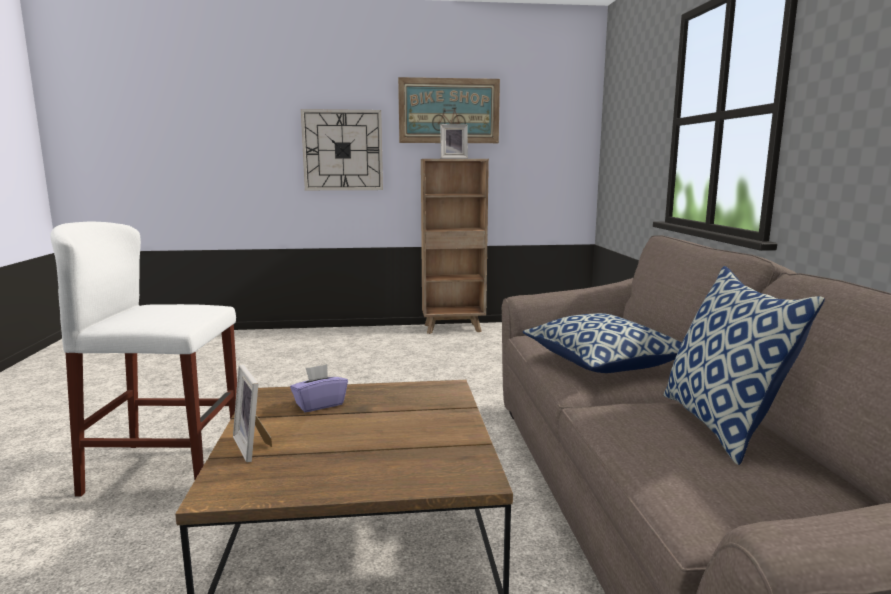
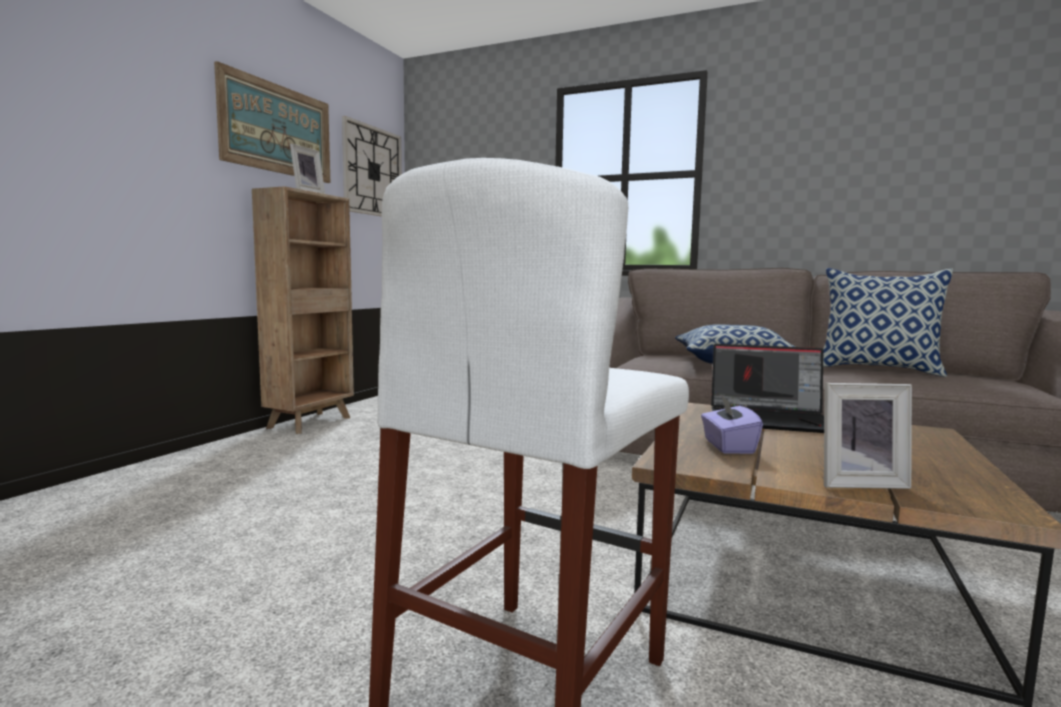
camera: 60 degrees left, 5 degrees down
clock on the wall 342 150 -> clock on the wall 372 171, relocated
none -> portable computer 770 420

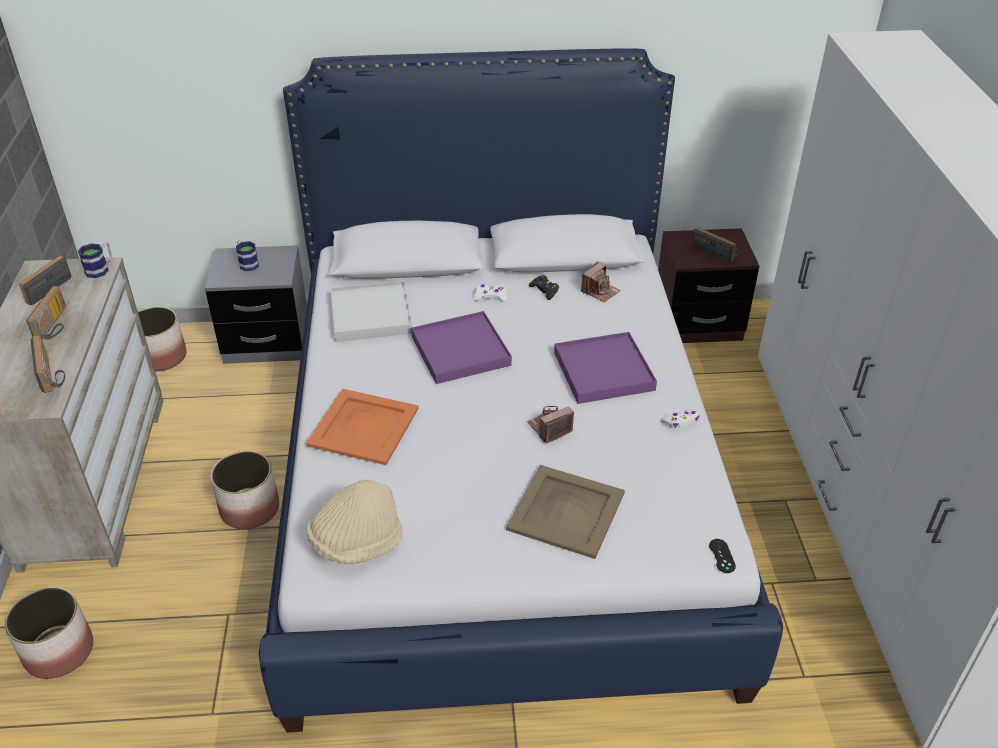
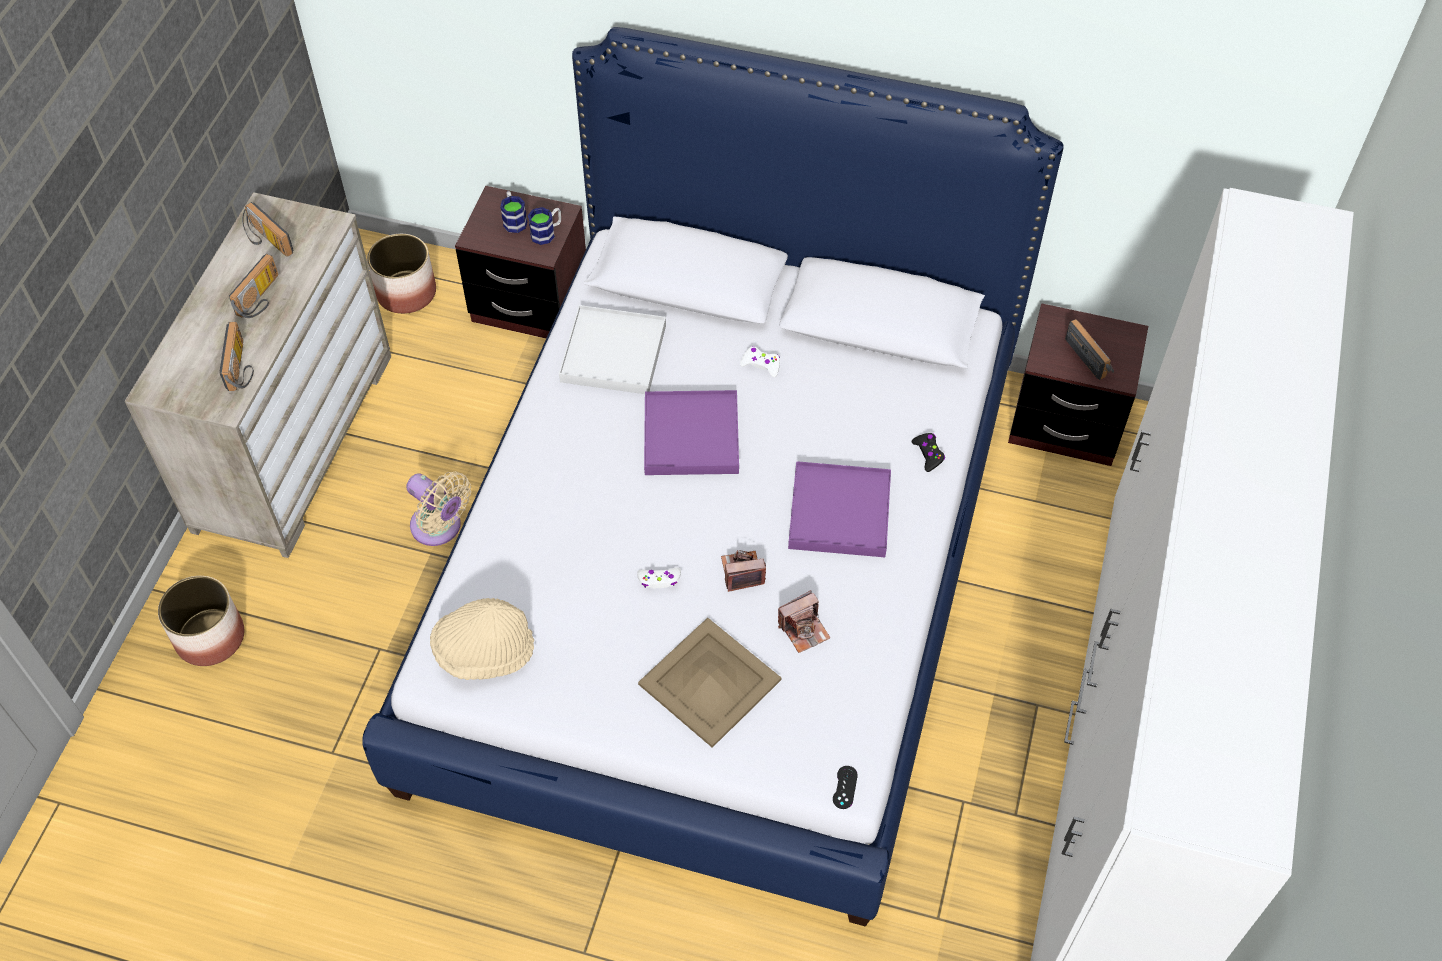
camera: 20 degrees right, 15 degrees up
radio set 46 287 -> radio set 266 241, 90 degrees counterclockwise
coffee mug 100 269 -> coffee mug 547 233, relocated
grey night table 267 342 -> brown-coloured night table 530 304
planter 249 508 -> beige cooling fan 440 528
orangey carrying tray 363 426 -> none
black-coloured game controller 544 290 -> black-coloured game controller 928 454, relocated
still camera 600 291 -> still camera 804 629, relocated
white-coloured game controller 681 421 -> white-coloured game controller 659 580, relocated

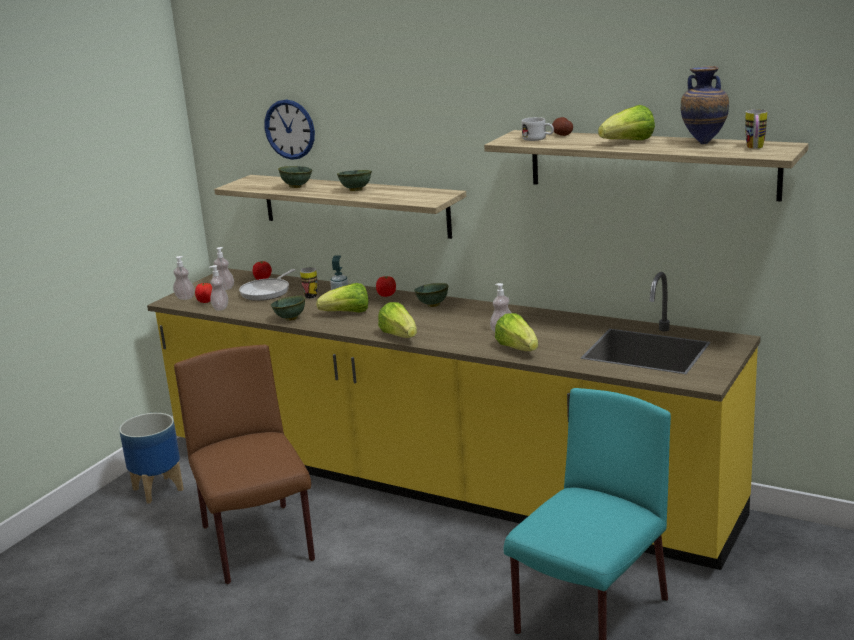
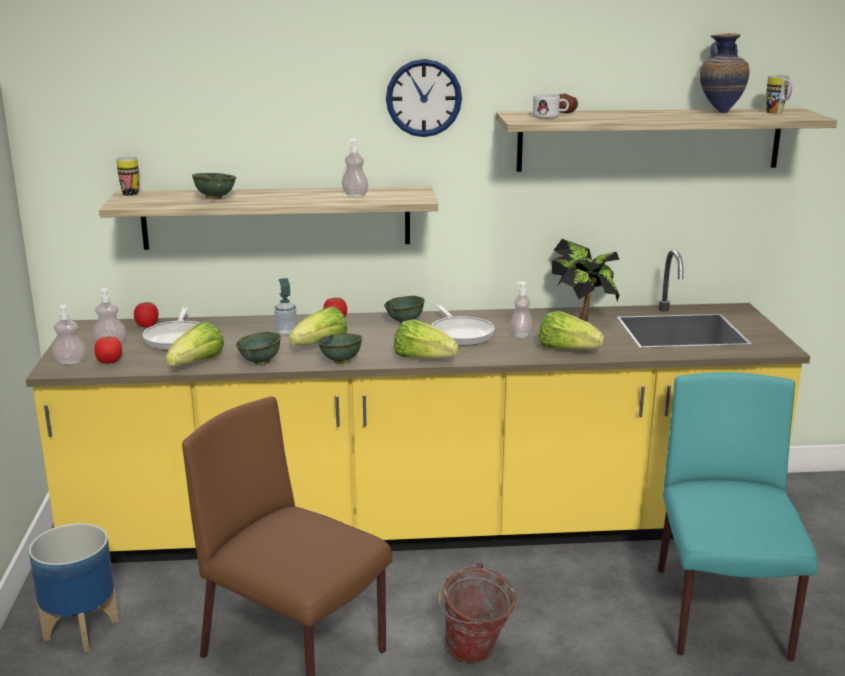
camera: 35 degrees left, 0 degrees up
liquid soap bottle 220 308 -> liquid soap bottle 355 195, relocated
clock on the wall 290 129 -> clock on the wall 423 98, relocated
coffee mug 312 295 -> coffee mug 130 193, relocated
green-coloured bowl 355 190 -> green-coloured bowl 340 362, relocated
lettuce 628 142 -> lettuce 197 363, relocated
none -> frying pan 460 334
none -> pail 474 655
none -> houseplant 584 316

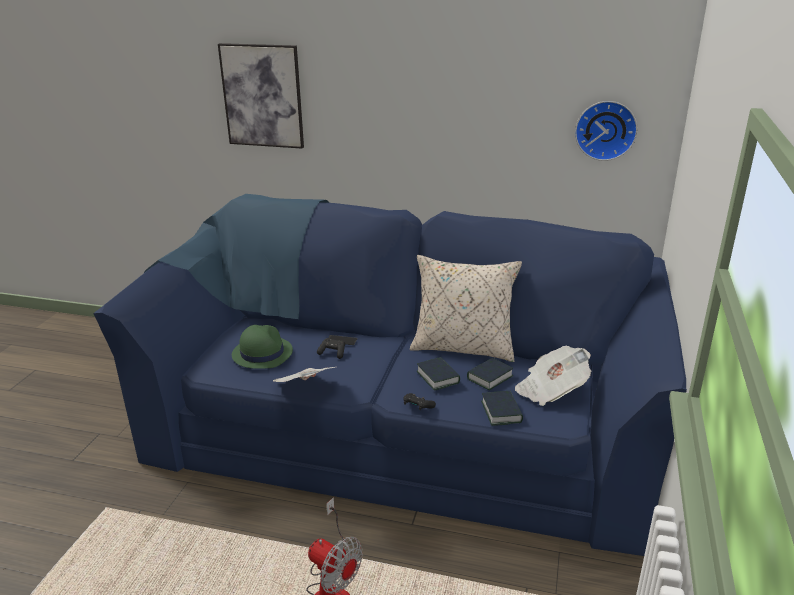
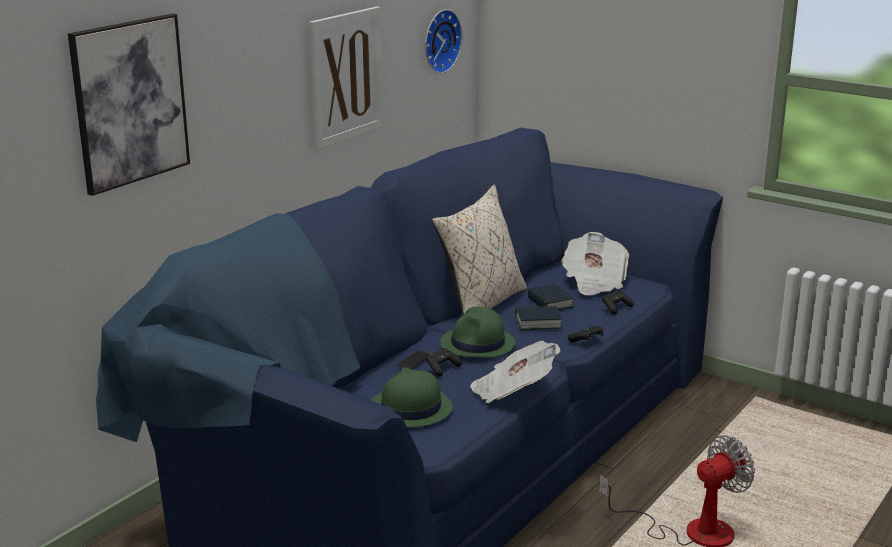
camera: 70 degrees left, 5 degrees down
bound book 501 412 -> black-coloured game controller 616 308
none -> wall art 346 76
none -> green-coloured clothing hat 478 344

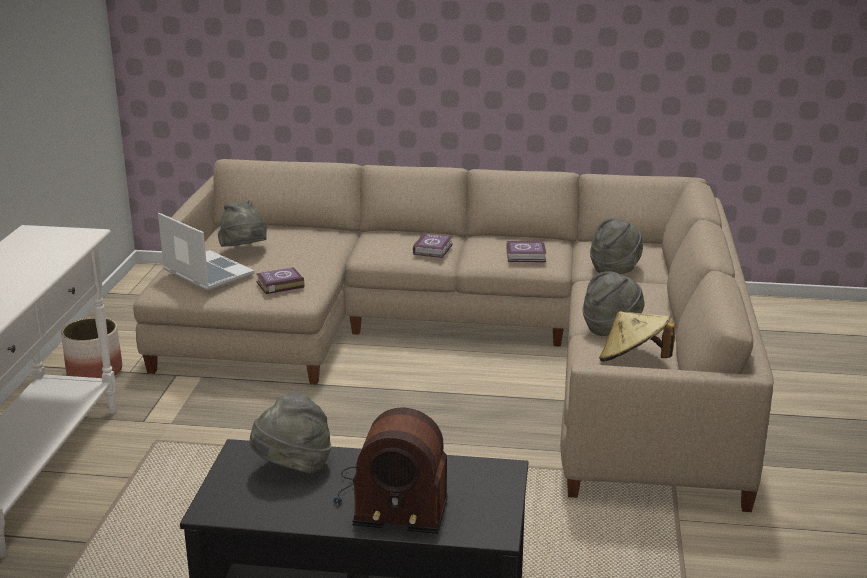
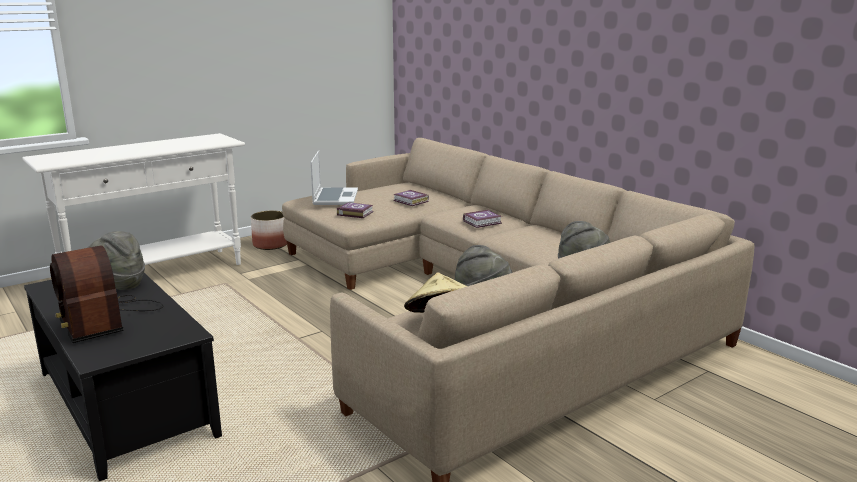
camera: 45 degrees right, 5 degrees down
grey clothing hat 245 251 -> none
bound book 527 256 -> bound book 411 201, relocated

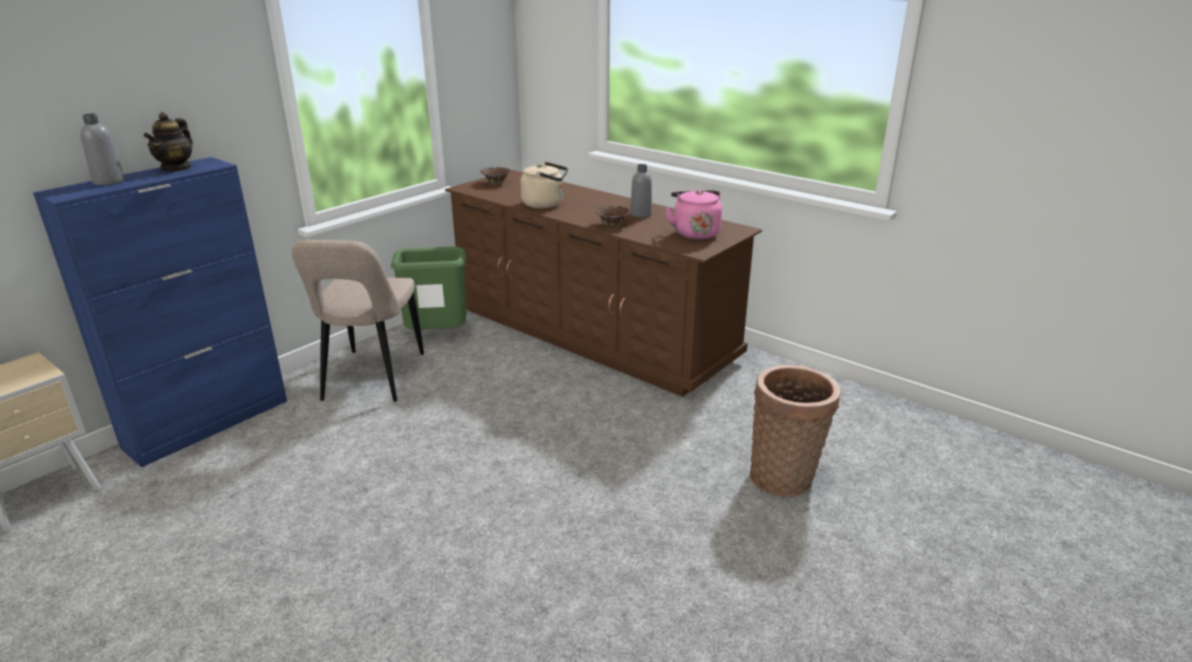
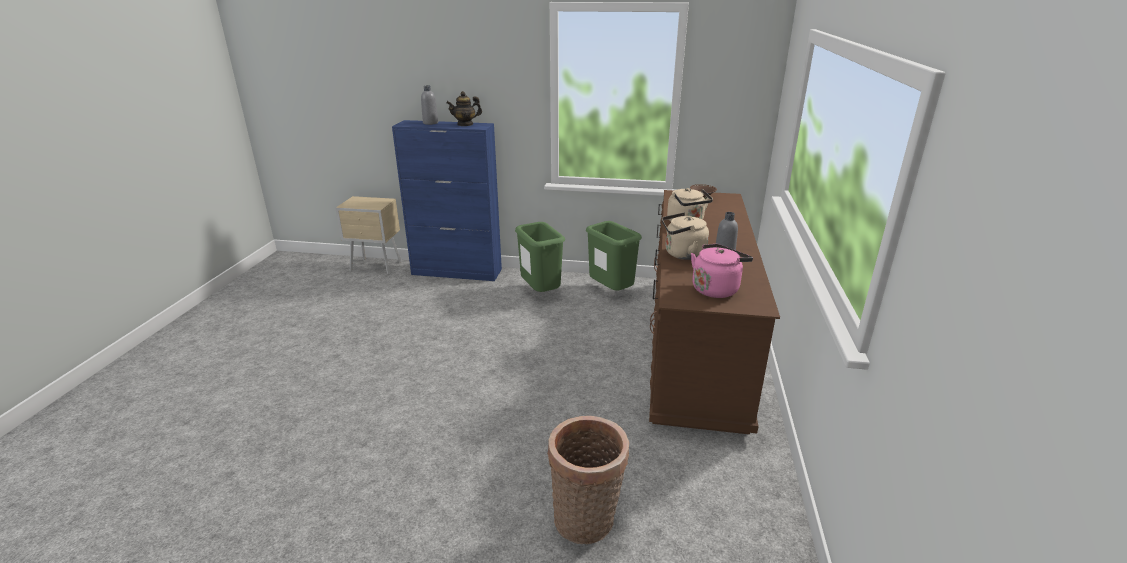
camera: 60 degrees right, 0 degrees up
beige chair 372 379 -> green-coloured waste bin 540 293
brown-coloured bowl 612 224 -> beige water kettle 682 254

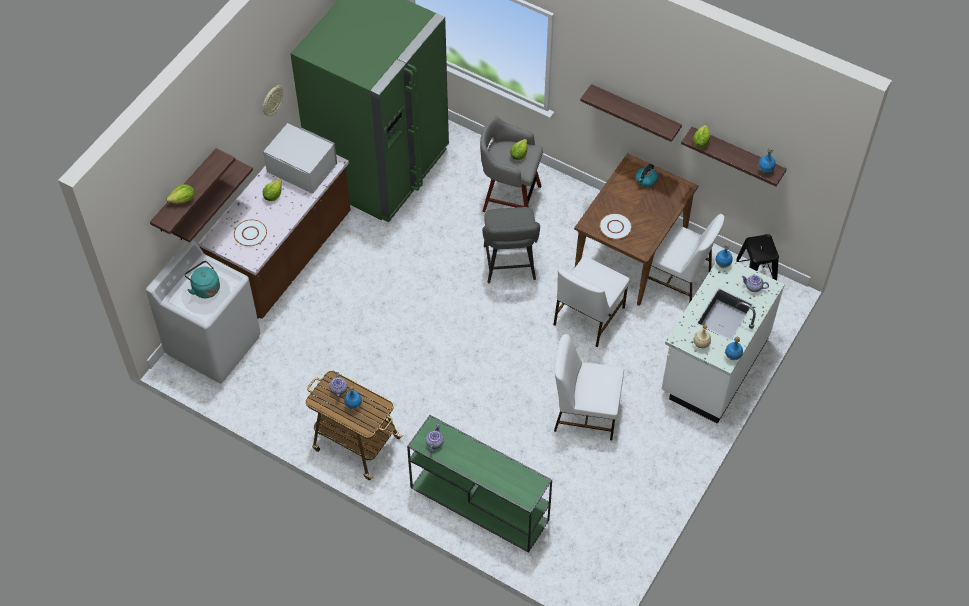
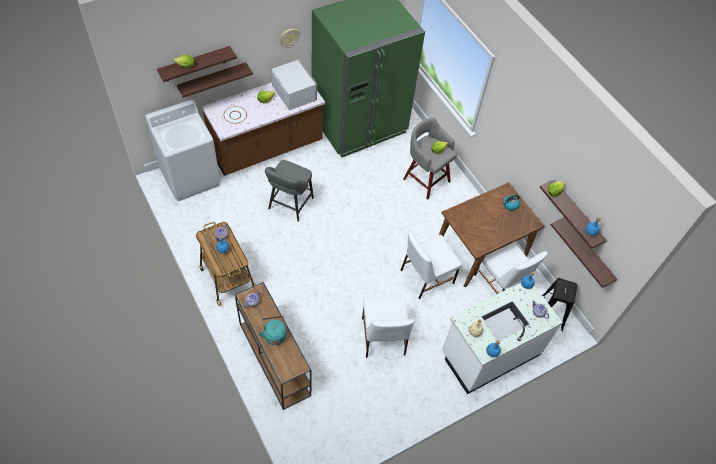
camera: 25 degrees right, 0 degrees up
turquoise-coloured water kettle 205 288 -> turquoise-coloured water kettle 274 334, relocated
green-coloured console table 478 503 -> brown-coloured console table 274 358
grey stool seat 510 266 -> grey stool seat 289 205, relocated
white-coloured chair 585 412 -> white-coloured chair 383 337, 135 degrees counterclockwise
bracket shelf 635 112 -> bracket shelf 587 252, relocated
white-coloured flat dish 615 227 -> none

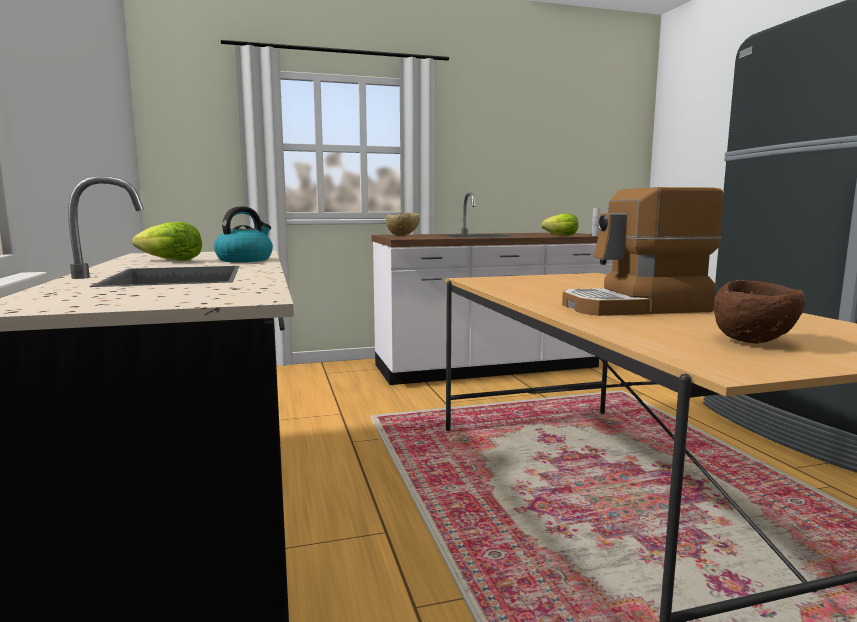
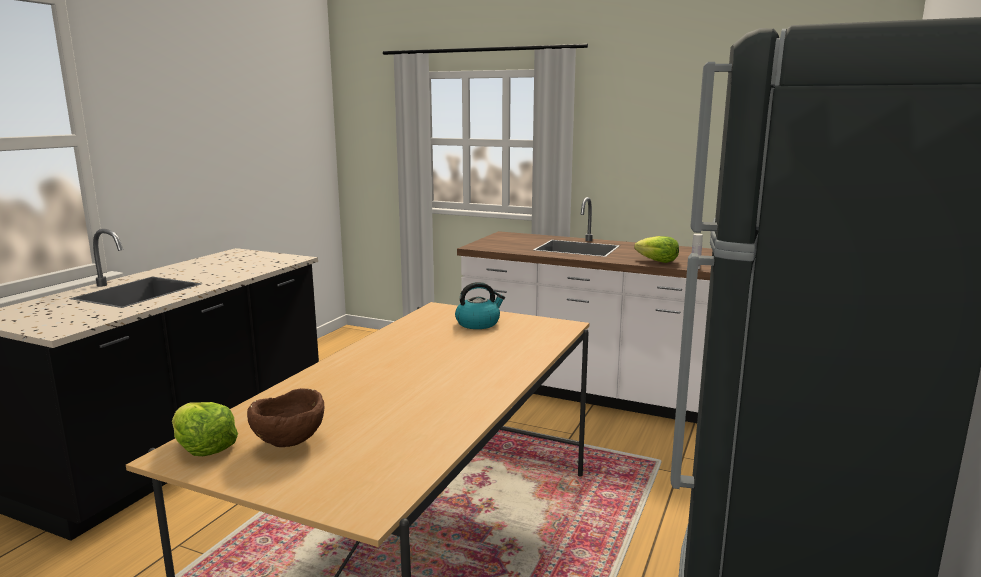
camera: 40 degrees right, 5 degrees up
lettuce 171 260 -> lettuce 203 448, relocated
water kettle 245 260 -> water kettle 478 323, relocated
beige bowl 403 235 -> none
coffee machine 635 307 -> none

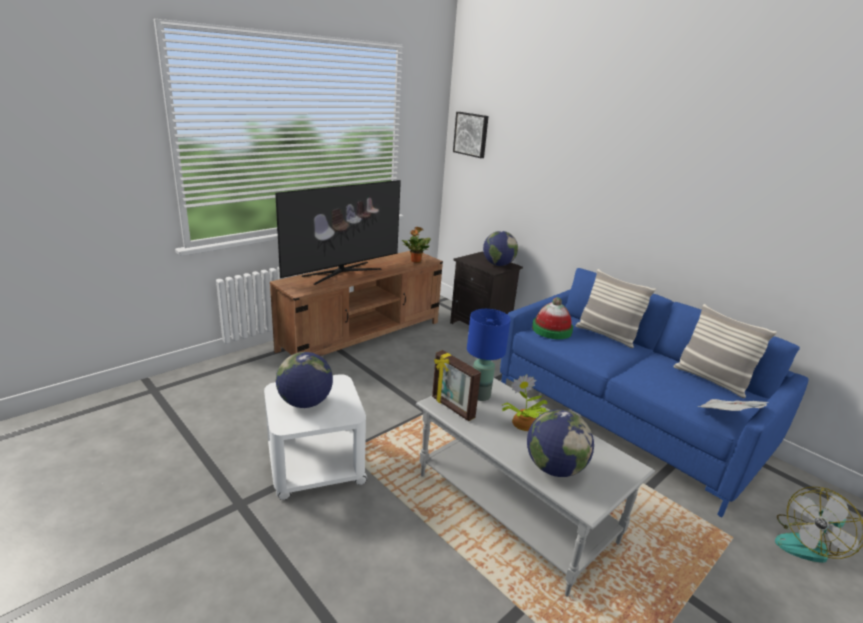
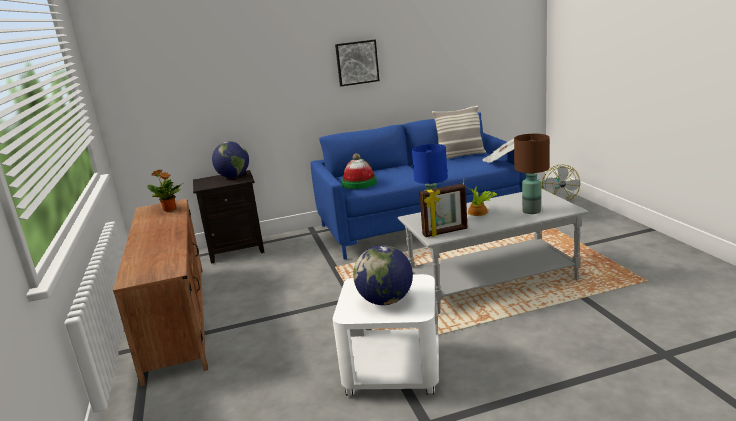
camera: 60 degrees left, 5 degrees down
TV 342 272 -> none
wall art 471 134 -> wall art 357 62, relocated
desk globe 554 468 -> brown-coloured tabletop lamp 532 211
throw pillow 606 335 -> none

